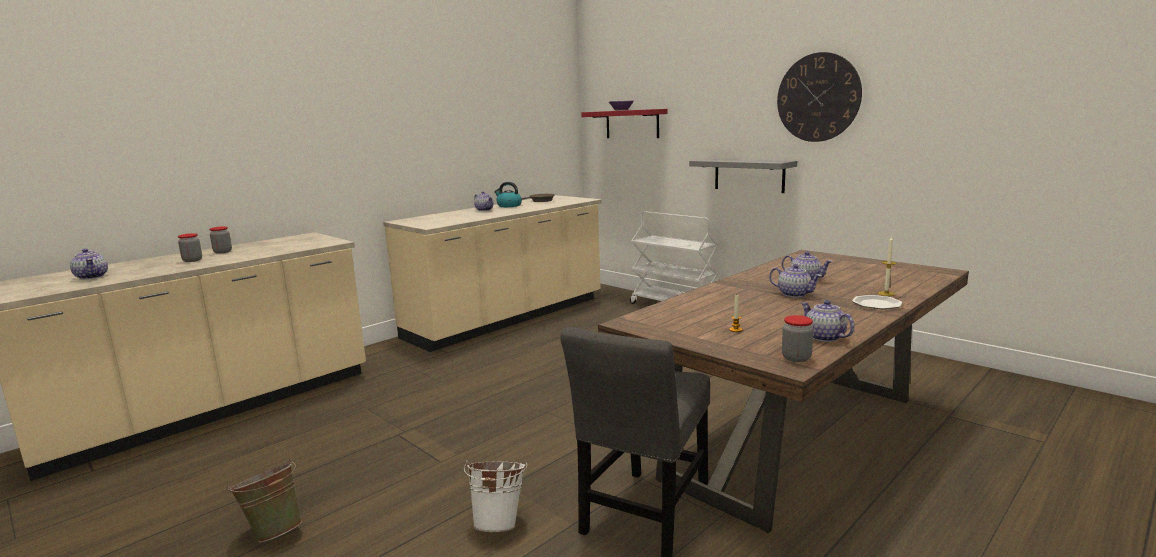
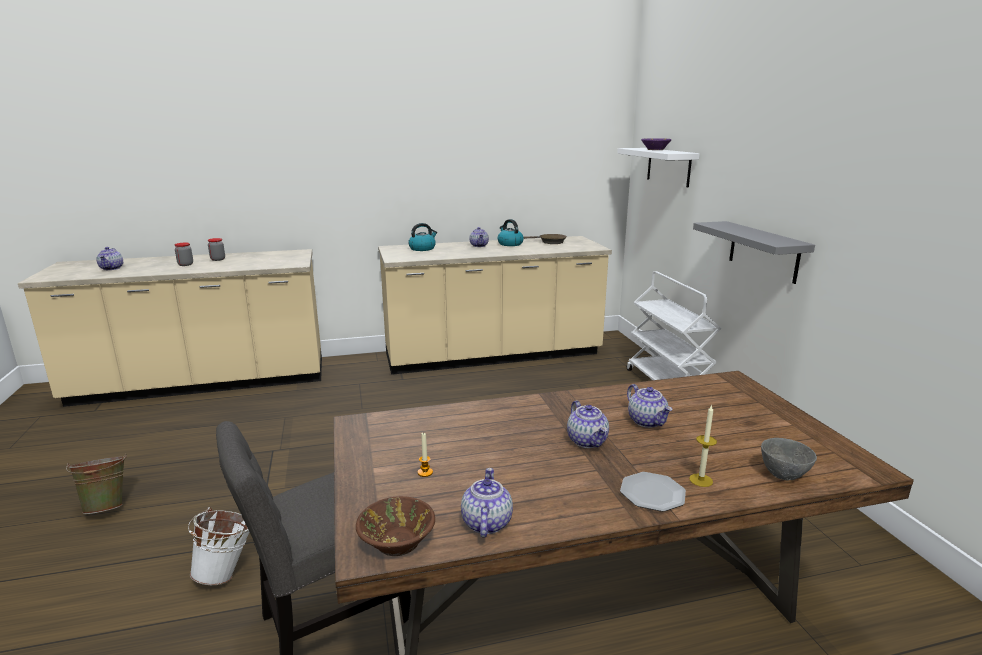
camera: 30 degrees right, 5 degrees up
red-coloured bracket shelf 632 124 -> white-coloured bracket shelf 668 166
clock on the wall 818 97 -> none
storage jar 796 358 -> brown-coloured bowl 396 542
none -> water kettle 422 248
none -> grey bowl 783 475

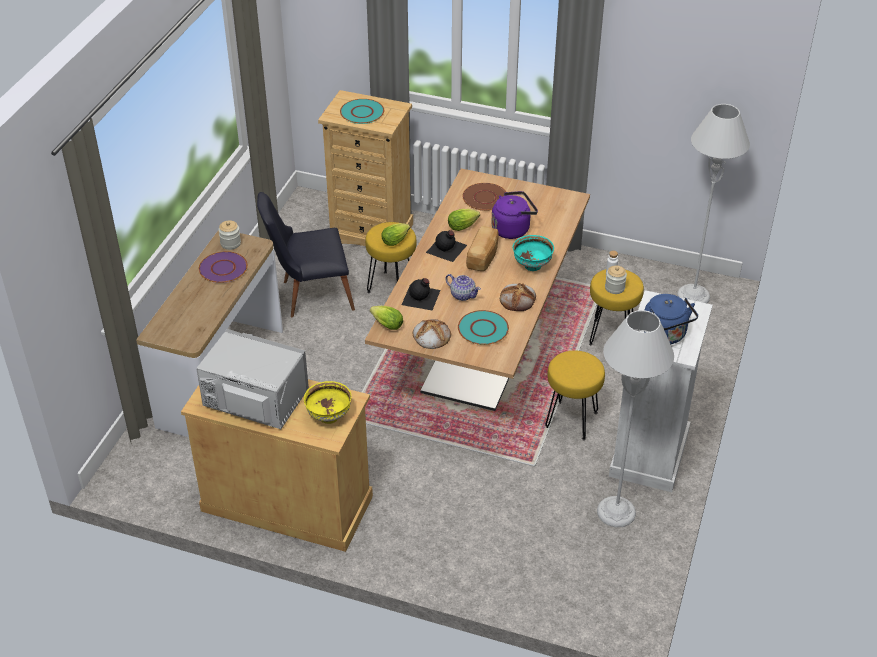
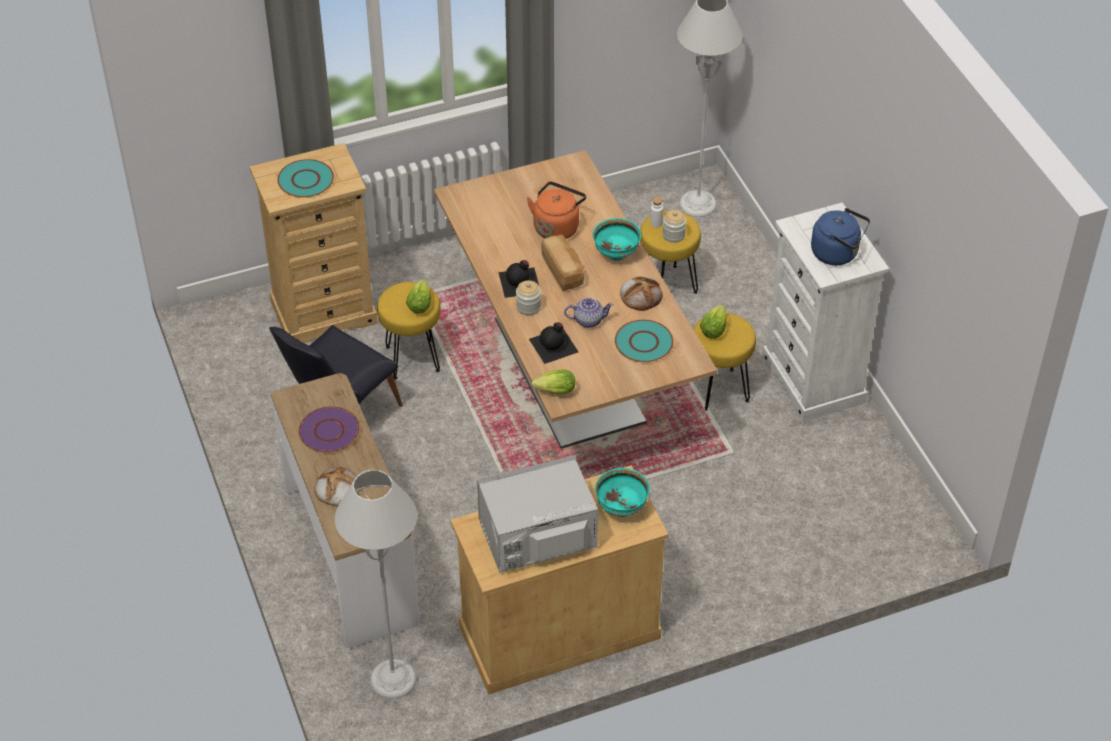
camera: 40 degrees left, 5 degrees up
storage jar 230 243 -> storage jar 528 307, relocated
yellow-coloured bowl 328 416 -> turquoise-coloured bowl 621 508
baked bread 431 336 -> baked bread 337 489, relocated
lettuce 464 226 -> lettuce 714 328, relocated
brown-coloured flat dish 484 198 -> none
purple water kettle 512 229 -> orangey water kettle 557 226
grey floor lamp 616 512 -> grey floor lamp 393 679, relocated

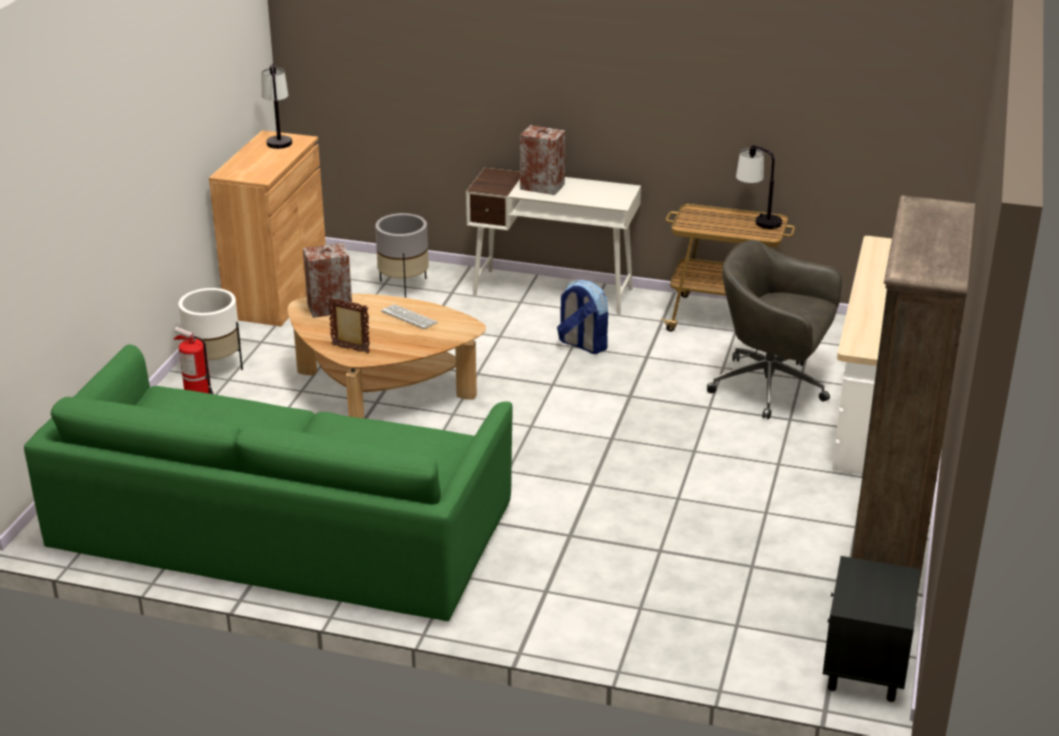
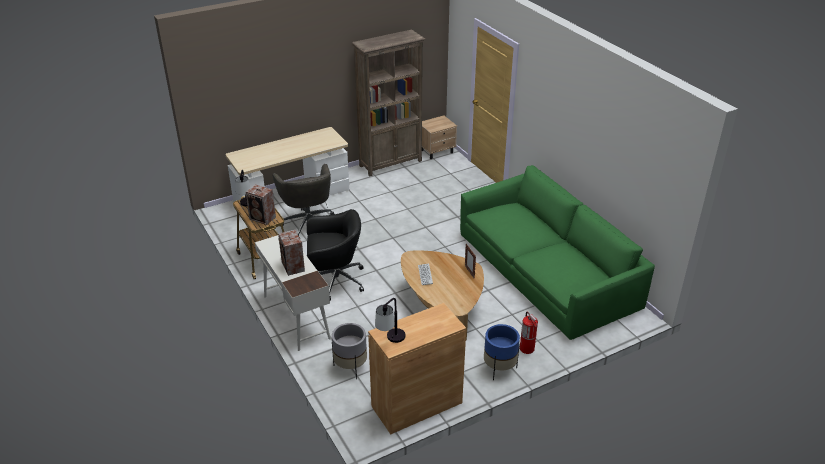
camera: 135 degrees left, 5 degrees up
white-coloured planter 215 367 -> blue planter 499 368
loudspeaker 328 308 -> loudspeaker 263 218, relocated
rucksack 582 344 -> black-coloured office chair 334 281
black-coloured night table 864 669 -> beige night table 437 151

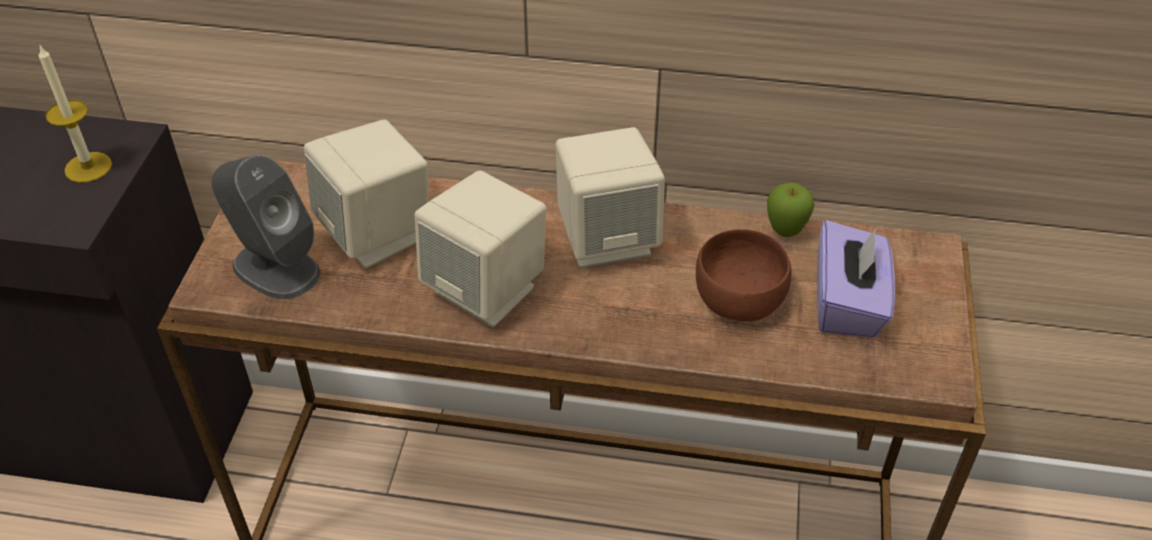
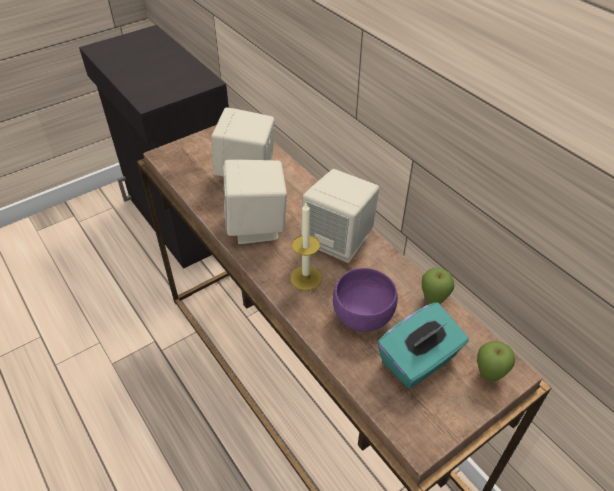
camera: 45 degrees right, 0 degrees up
candle 88 167 -> candle 306 278, relocated
grey loudspeaker 275 268 -> none
brown-coloured bowl 739 301 -> purple bowl 362 315
purple tissue box 847 304 -> turquoise-coloured tissue box 419 361
none -> apple 488 375

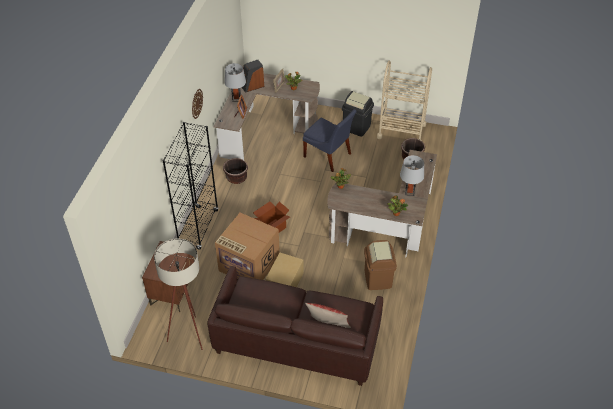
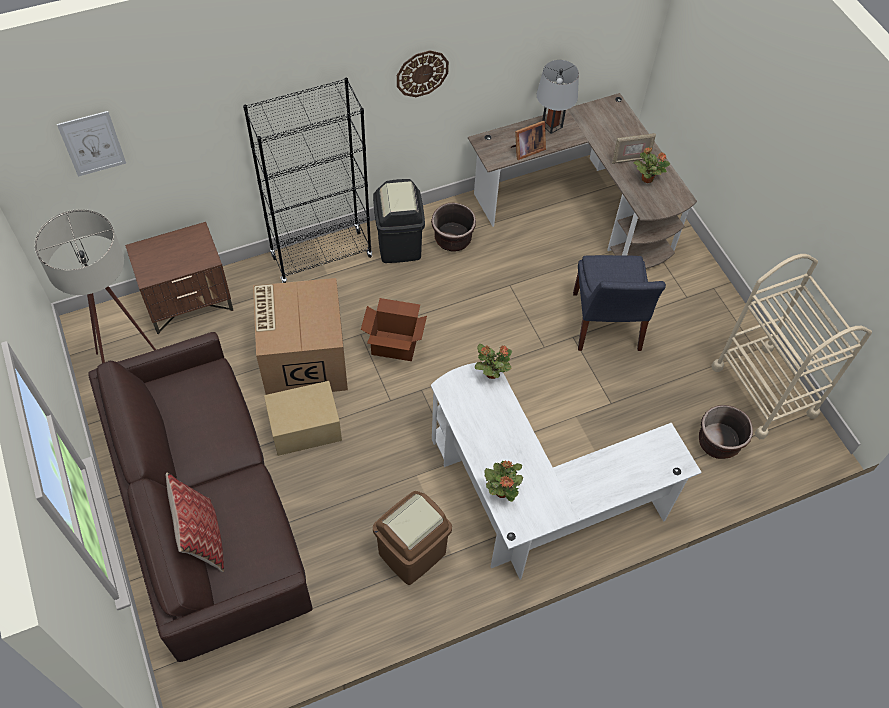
camera: 50 degrees right, 10 degrees up
loudspeaker 252 86 -> none
brown-coloured desk unit 388 227 -> white-coloured desk unit 533 500
black-coloured waste bin 356 127 -> black-coloured waste bin 399 245, relocated
grey tabletop lamp 409 192 -> none
none -> wall art 92 143

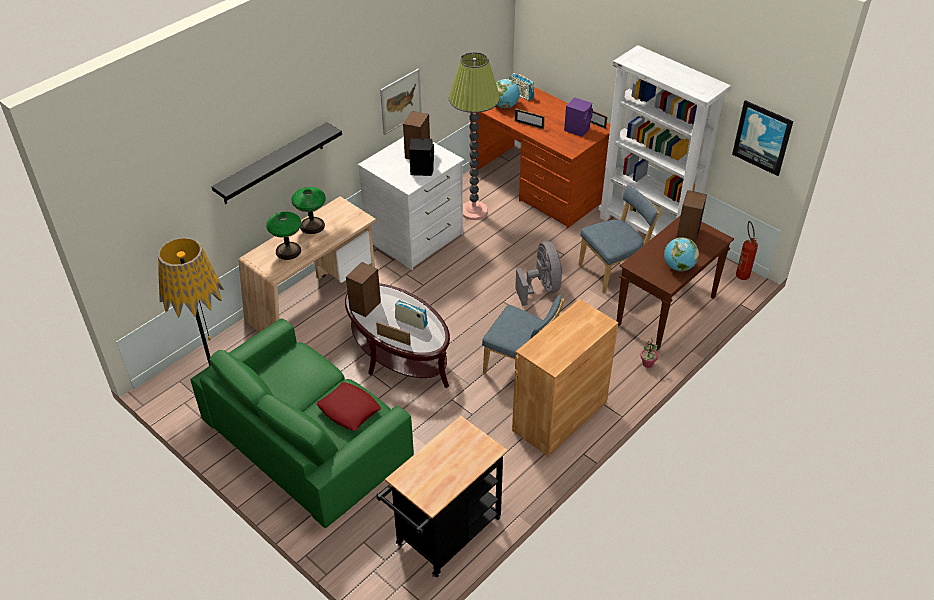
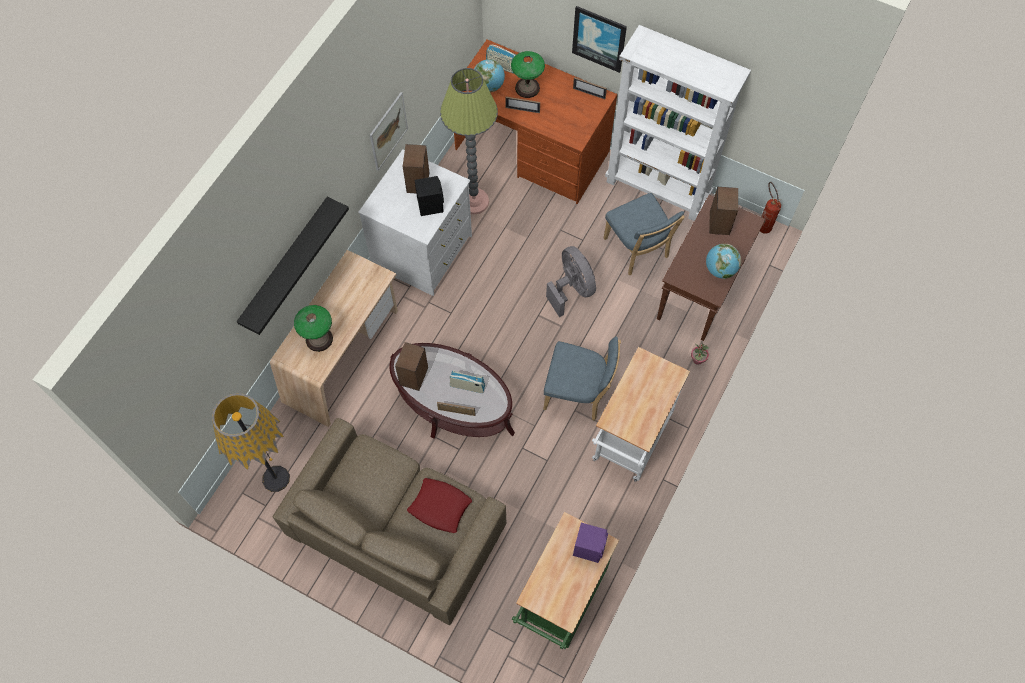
camera: 15 degrees left, 20 degrees up
green-coloured settee 307 438 -> brown-coloured settee 397 528
tabletop lamp 312 225 -> tabletop lamp 527 87, relocated
black-coloured cart 444 537 -> green-coloured cart 560 603
brown-coloured cupboard 560 416 -> white-coloured cart 630 442
purple loudspeaker 577 129 -> purple loudspeaker 589 547, relocated
blue chair 613 271 -> blue chair 637 250, 105 degrees clockwise
wall art 762 137 -> wall art 599 38, relocated

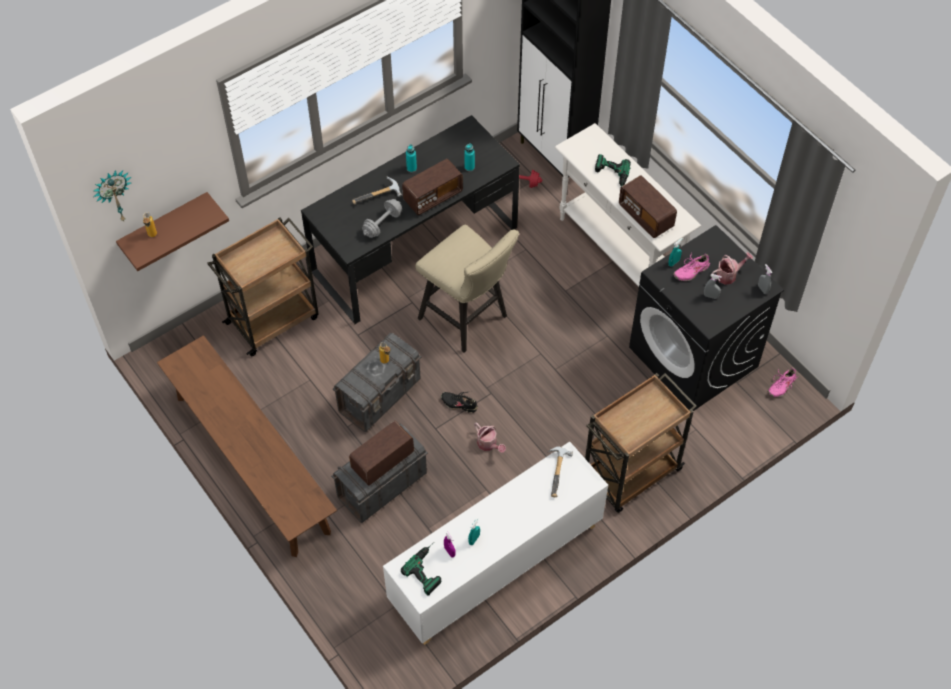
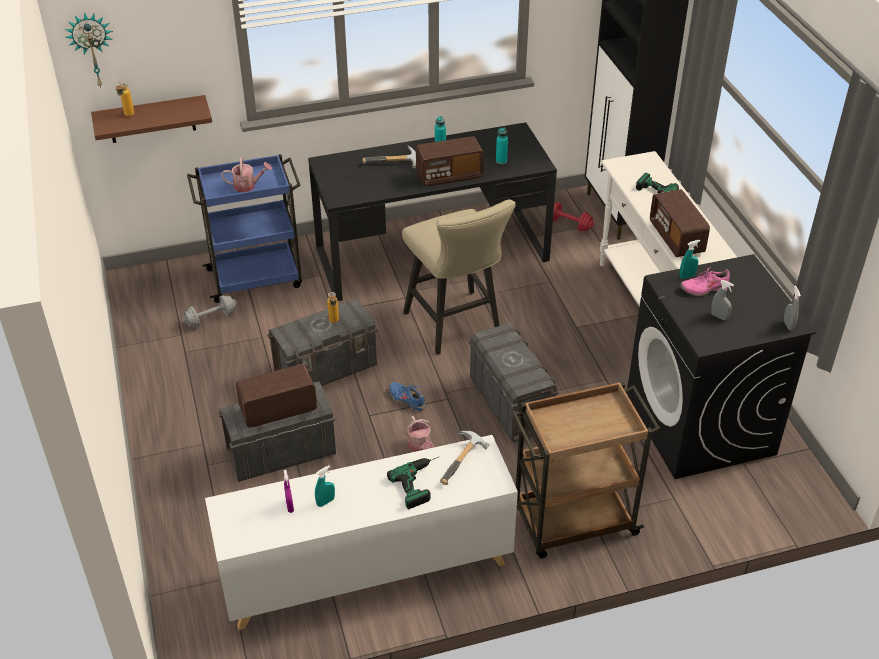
camera: 20 degrees right, 15 degrees down
brown-coloured bench 252 464 -> none
brown-coloured cart 274 319 -> blue cart 256 278
grey dumbbell 382 224 -> grey dumbbell 211 319, relocated
power drill 429 568 -> power drill 422 482, relocated
black-coloured low shoe 459 404 -> blue low shoe 407 399
sprinkling can 728 275 -> sprinkling can 248 186, relocated
pinkish low shoe 781 386 -> none
none -> grey storage box 510 403

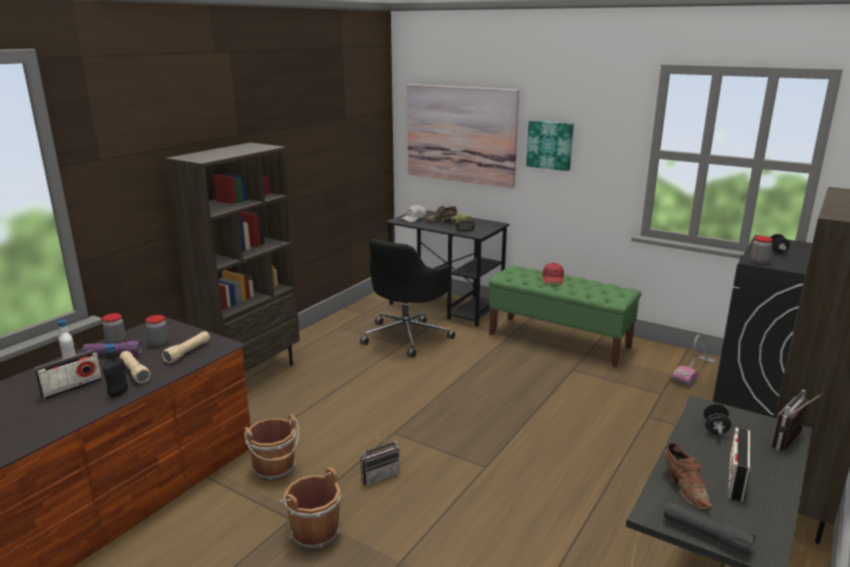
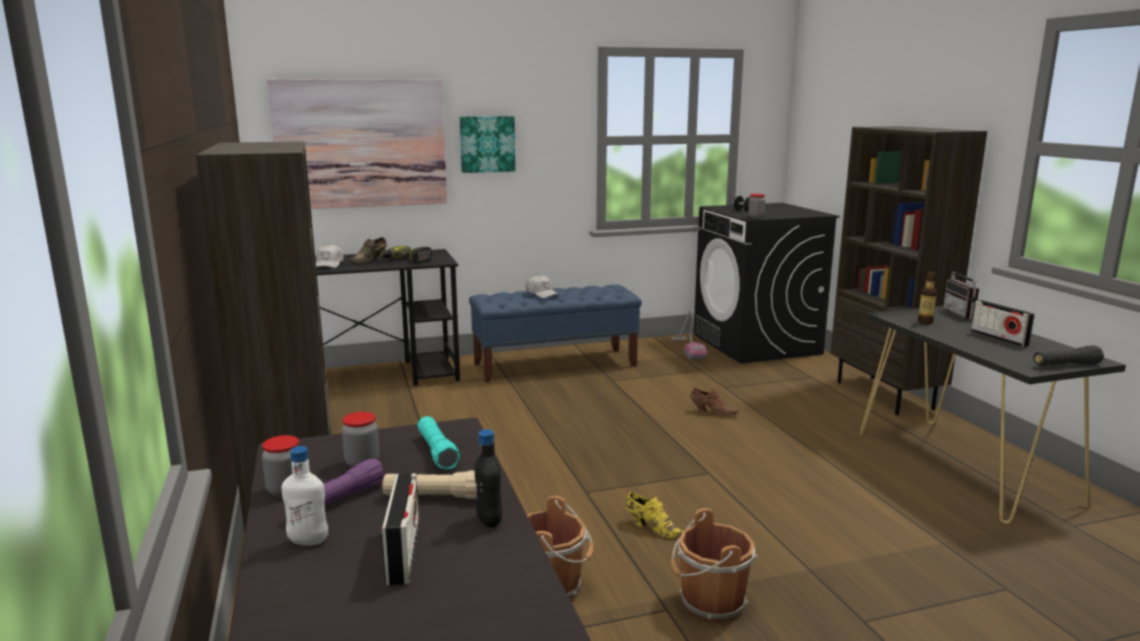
camera: 50 degrees left, 5 degrees down
beige torch 188 352 -> turquoise-coloured torch 437 452
black-coloured office chair 407 336 -> none
radio set 379 475 -> yellow-coloured low shoe 652 528
green-coloured bench 559 341 -> blue bench 555 365
red-coloured cap 553 279 -> white-coloured cap 541 293
brown-coloured low shoe 684 488 -> brown-coloured low shoe 711 412, relocated
black-coloured dumbbell 715 429 -> bottle 925 322

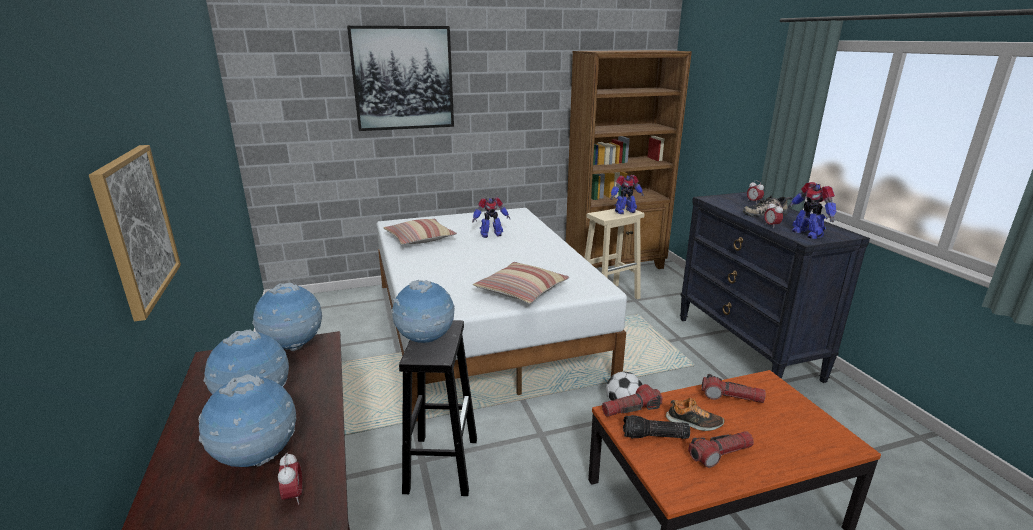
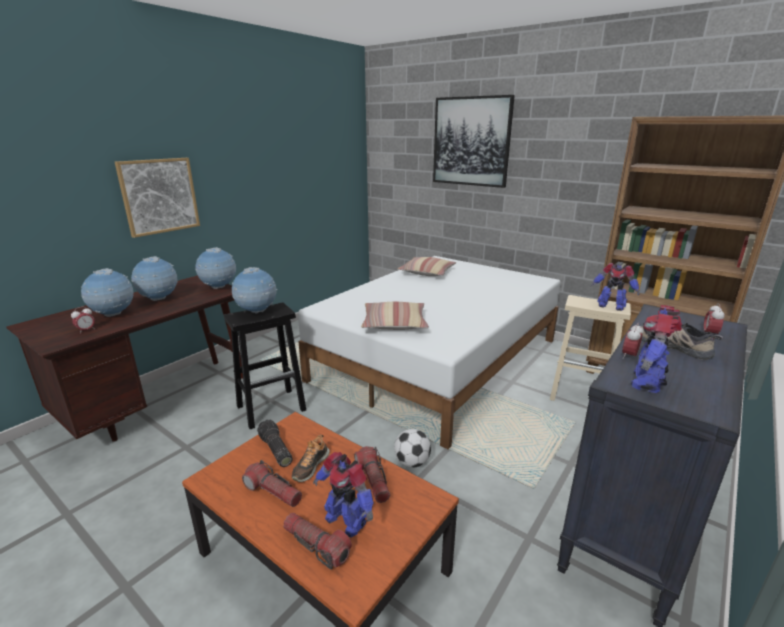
camera: 55 degrees right, 0 degrees up
robot figure 490 234 -> robot figure 346 520, relocated
torch 631 409 -> torch 316 545, relocated
low shoe 693 423 -> low shoe 310 466, 45 degrees clockwise

